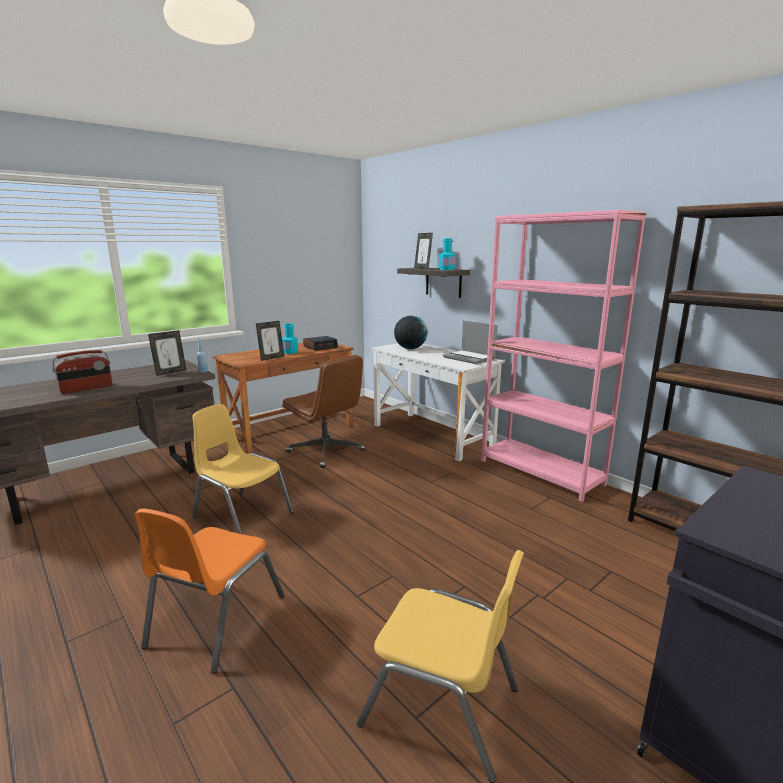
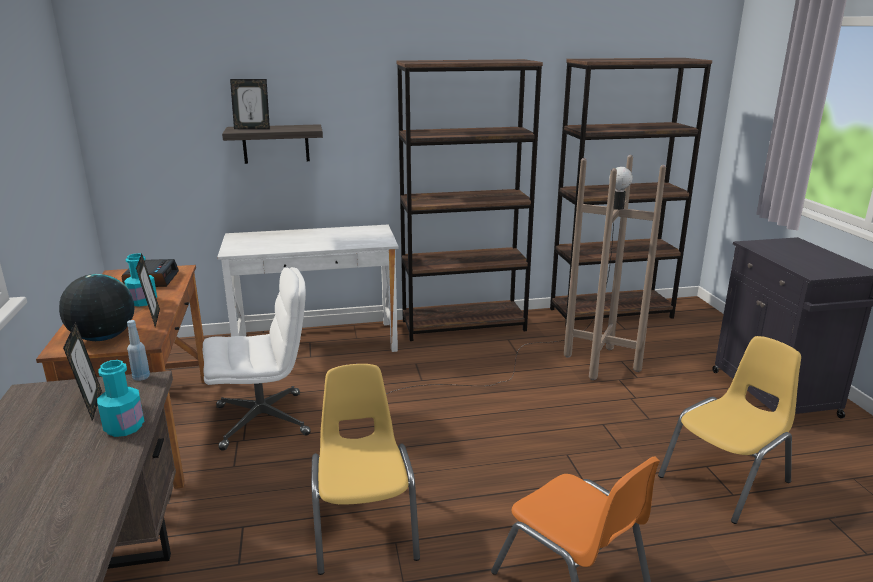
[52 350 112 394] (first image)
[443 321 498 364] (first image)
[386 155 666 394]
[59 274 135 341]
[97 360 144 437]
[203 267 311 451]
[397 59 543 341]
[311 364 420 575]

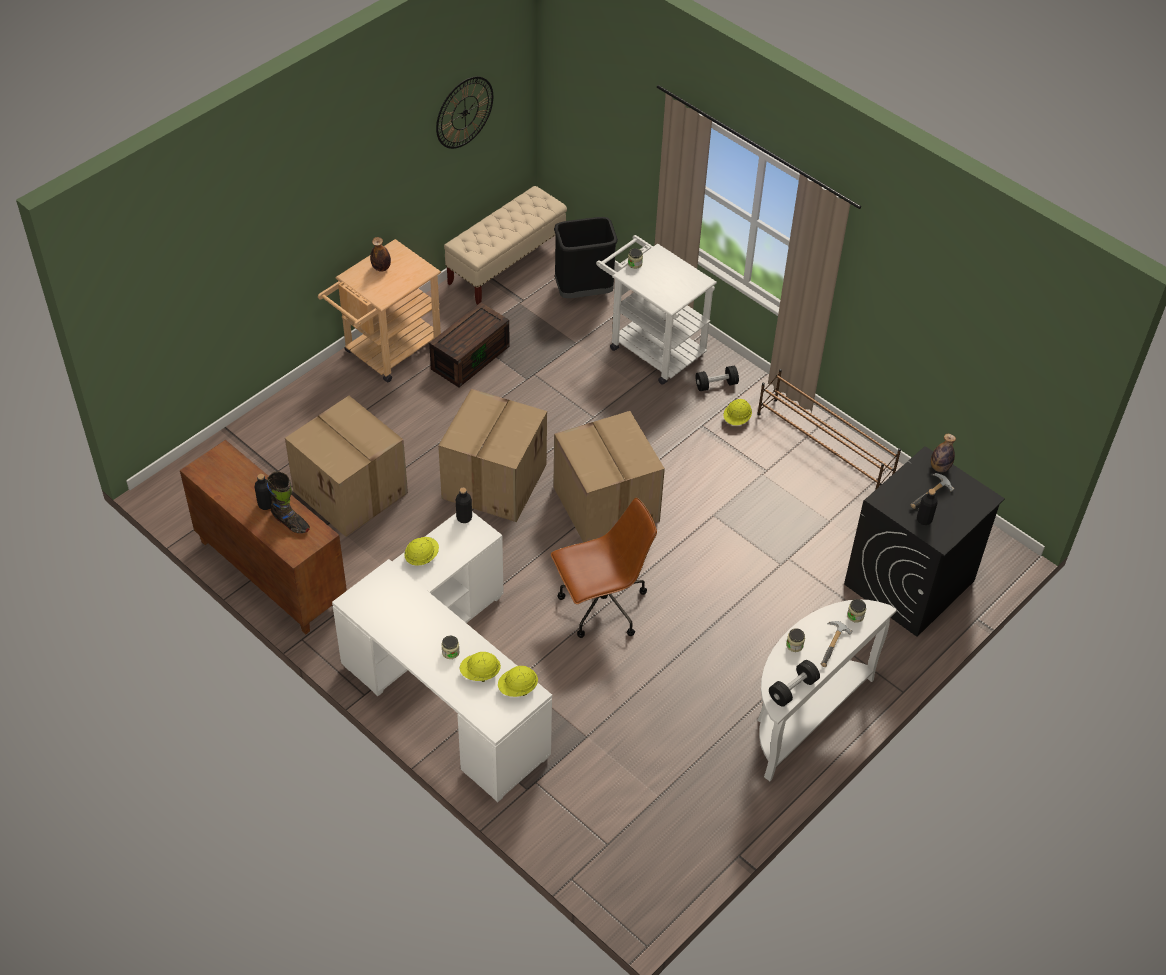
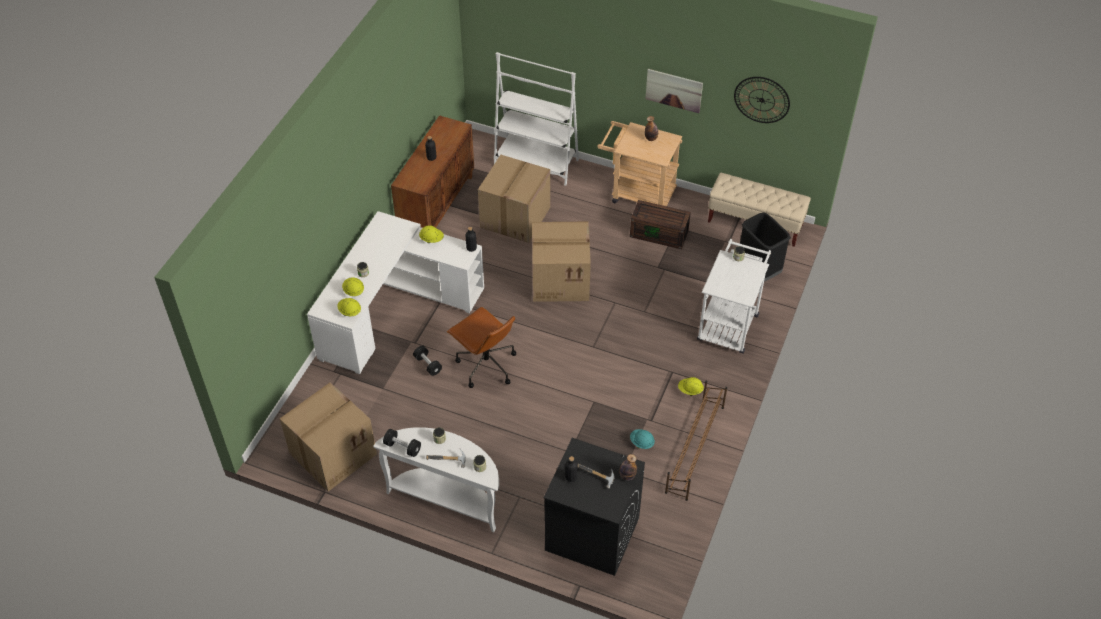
[267 471 310 534] (first image)
[494 52 579 186]
[630 429 655 449]
[645 69 703 113]
[280 383 377 492]
[413 346 442 376]

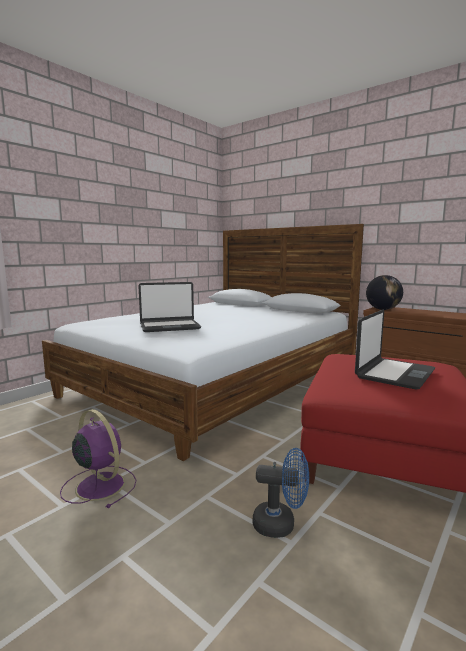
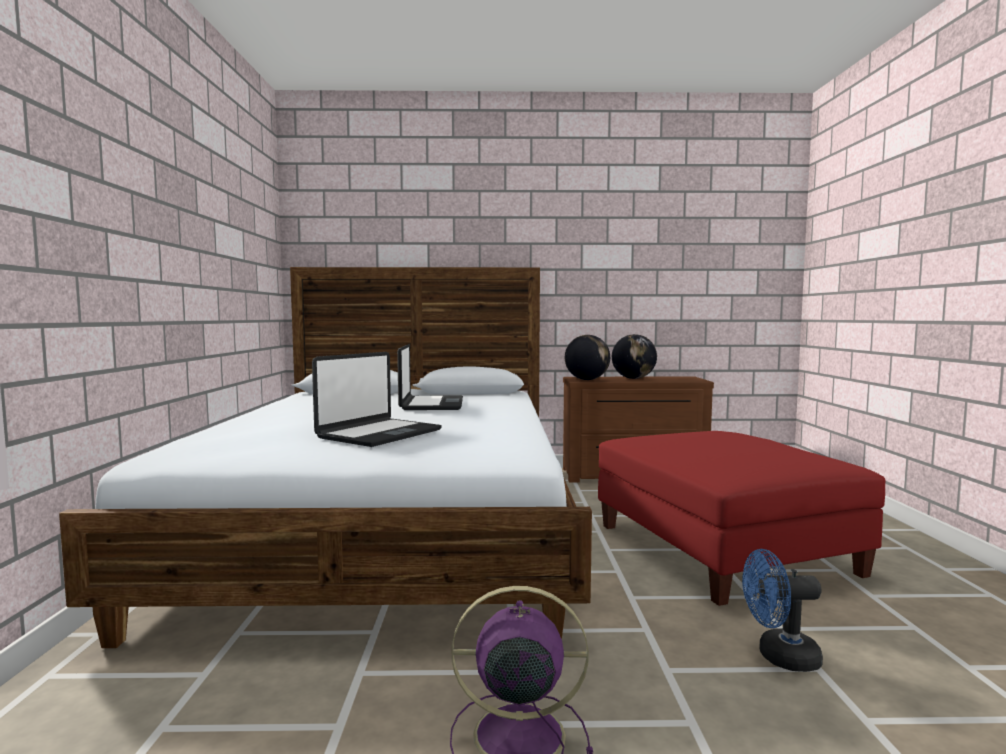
[612 334 657 379]
[397 344 463 410]
[742 549 823 672]

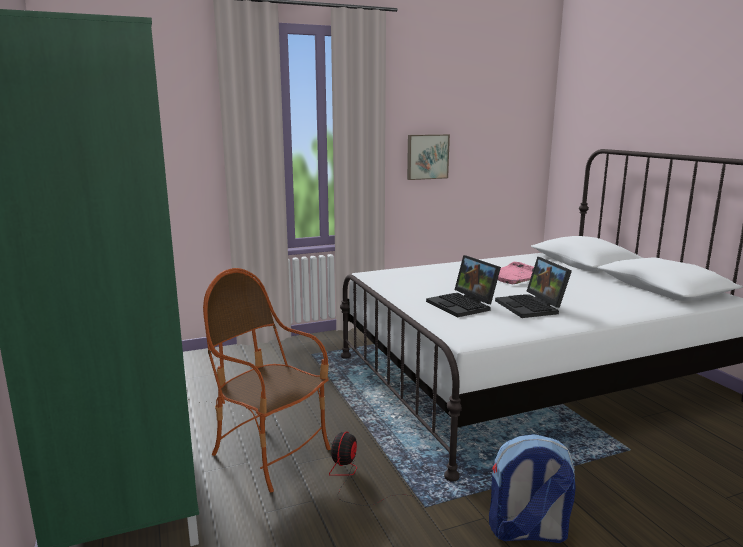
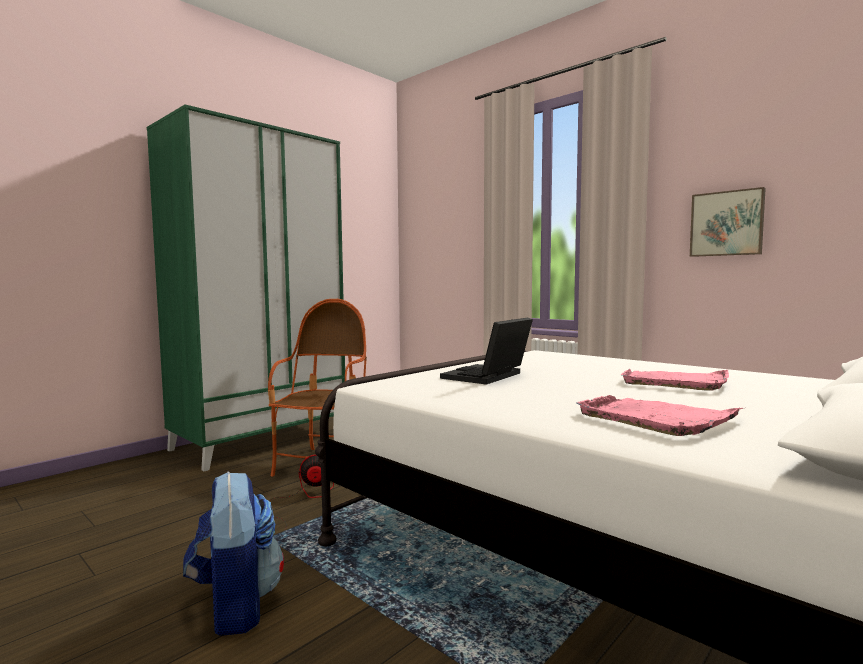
[495 257 572 318] (first image)
[576 395 743 436]

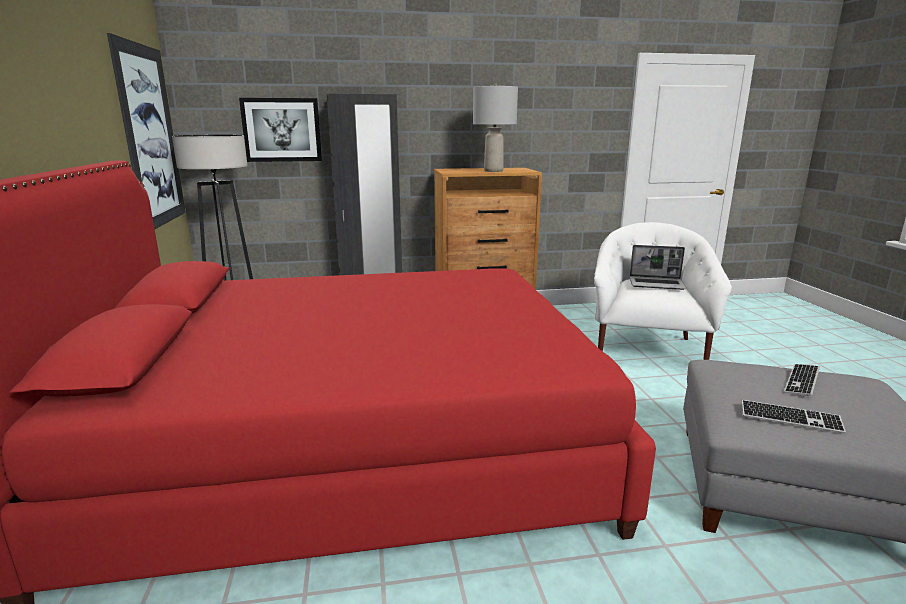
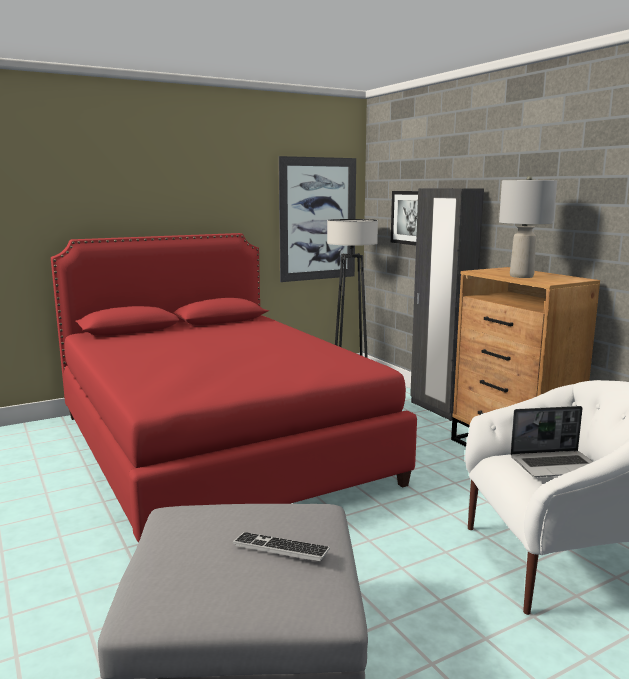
[741 400 846 433] (first image)
[510 406 593 477]

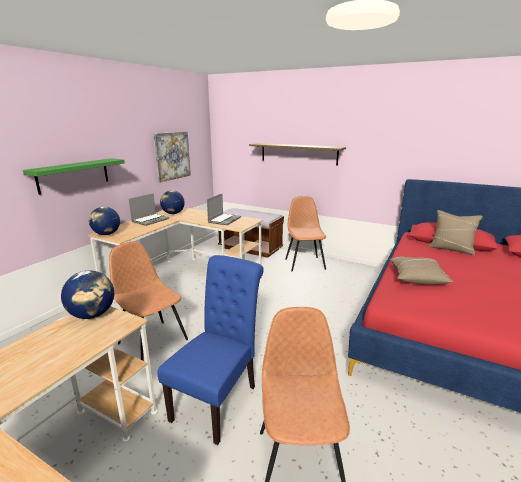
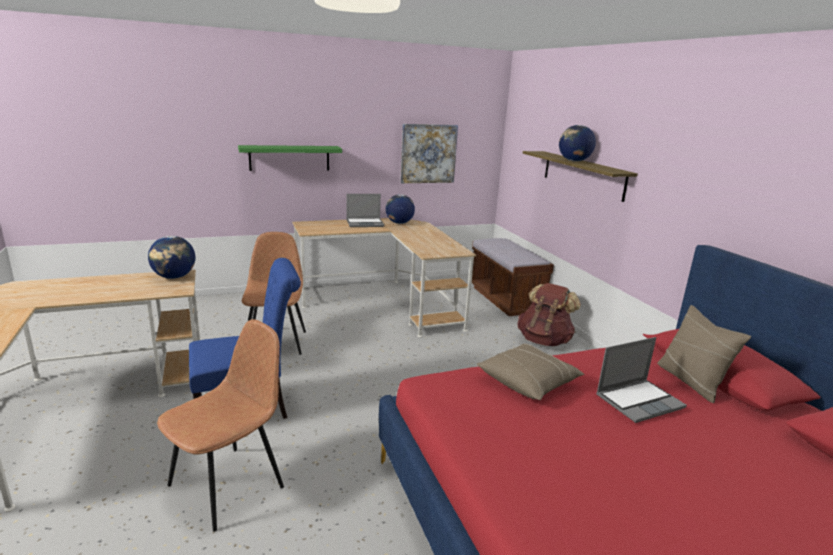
[559 125 596 162]
[596 337 687 423]
[518 283 581 346]

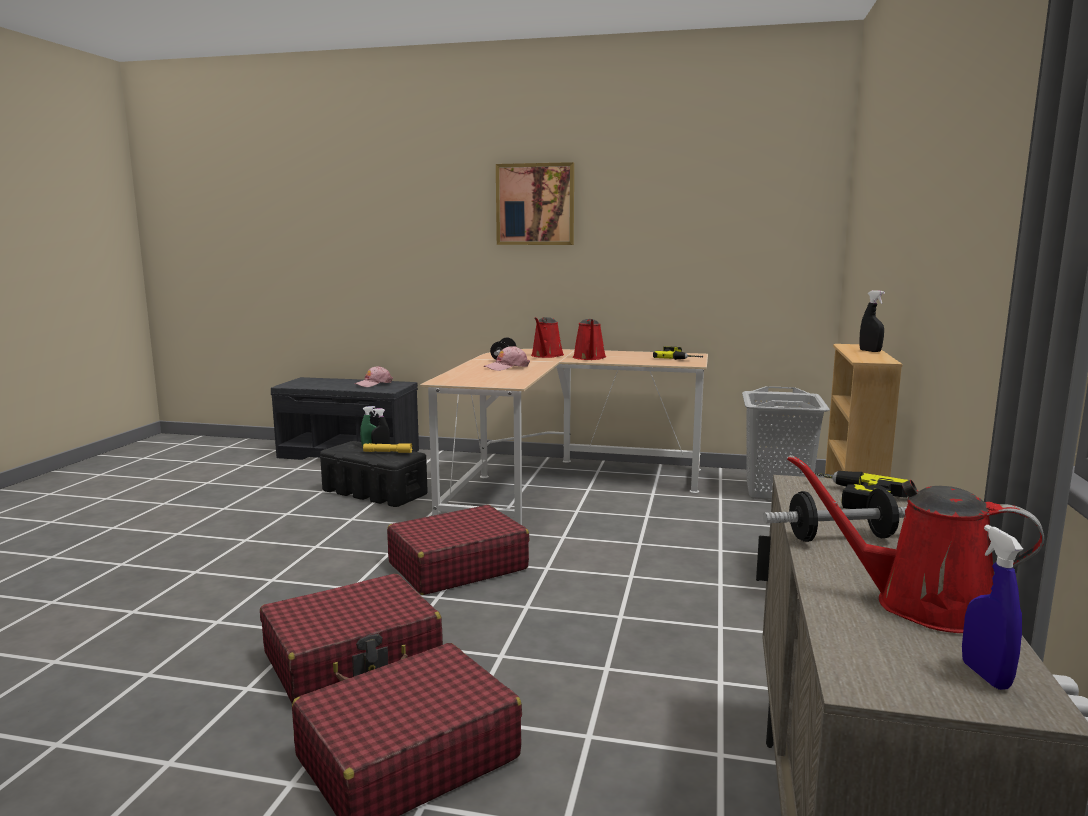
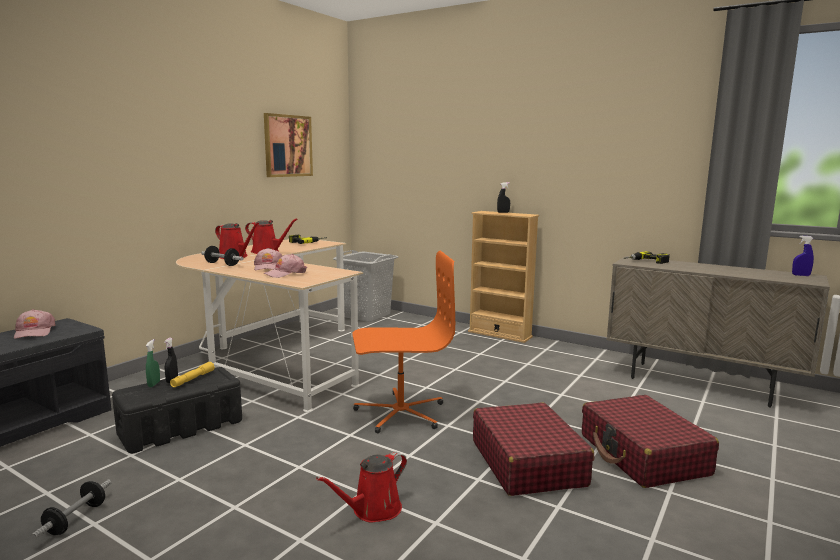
[263 254 307 278]
[264 113 313 177]
[31 479 112 540]
[316 452 407 523]
[352 251 455 433]

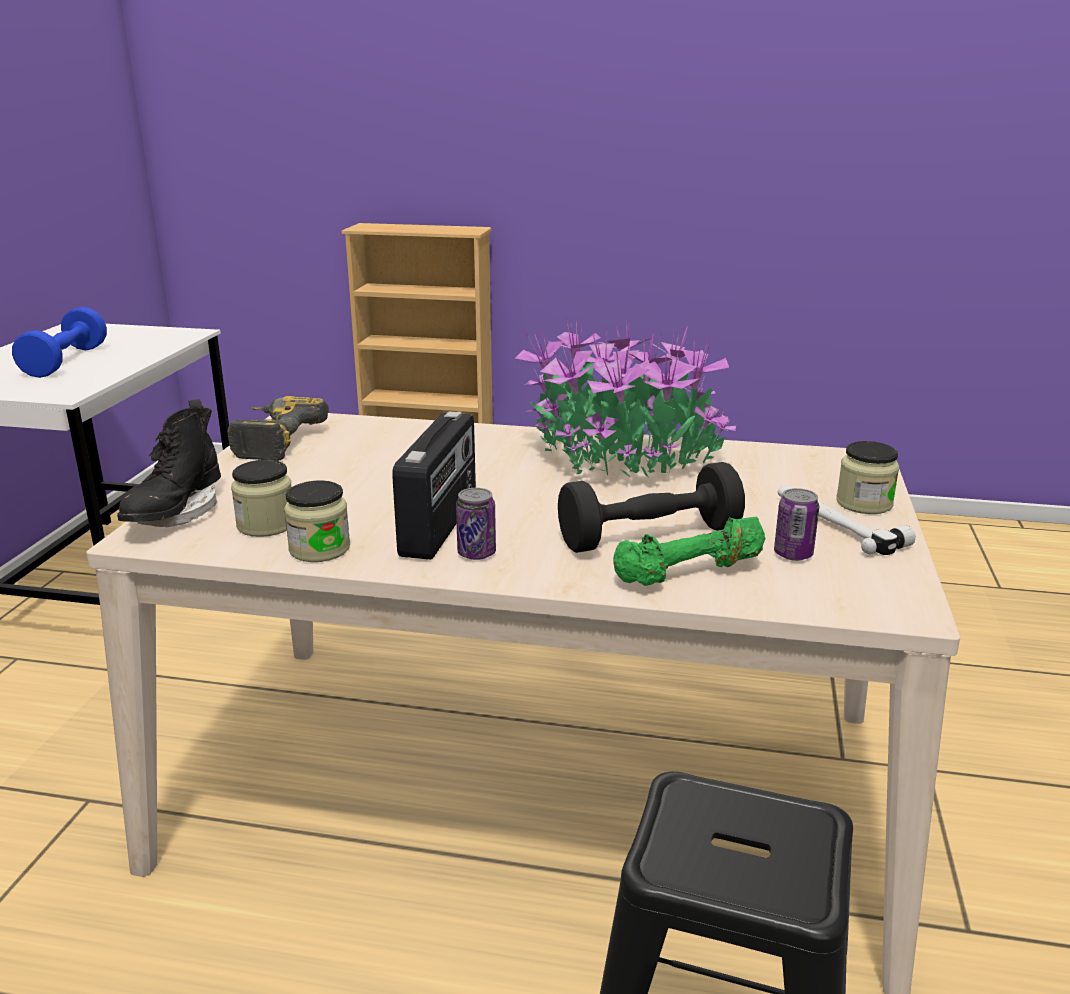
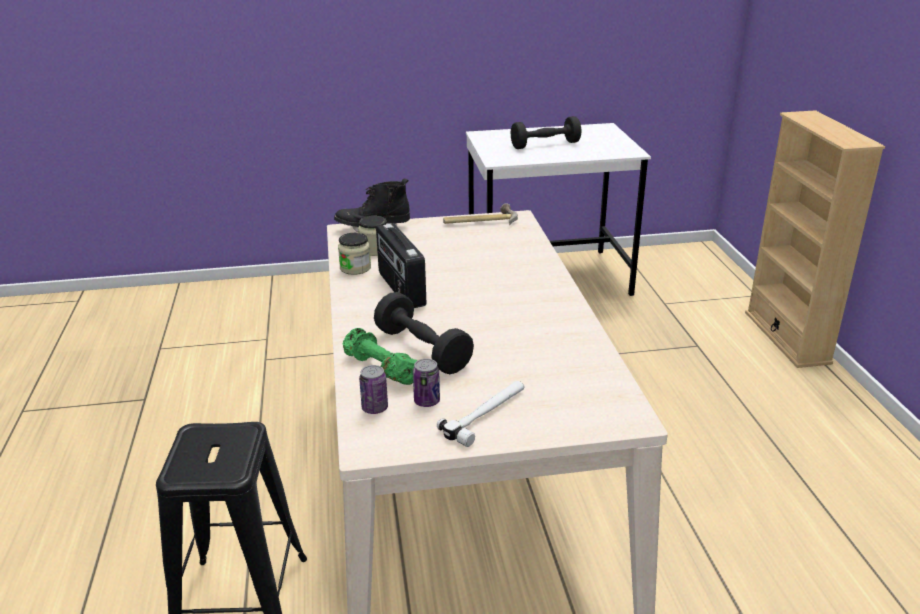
[515 317 736 477] (first image)
[836 441 899 514] (first image)
[359 365 388 414]
[443 203 518 226]
[511 116 581 149]
[376 223 426 308]

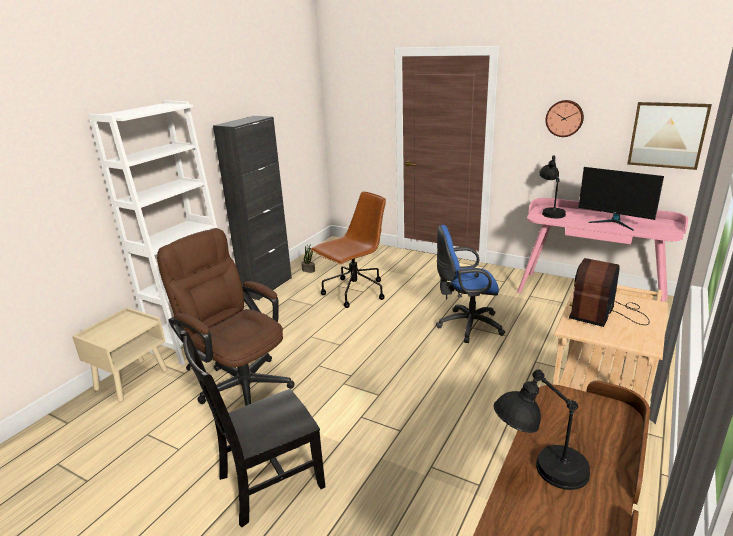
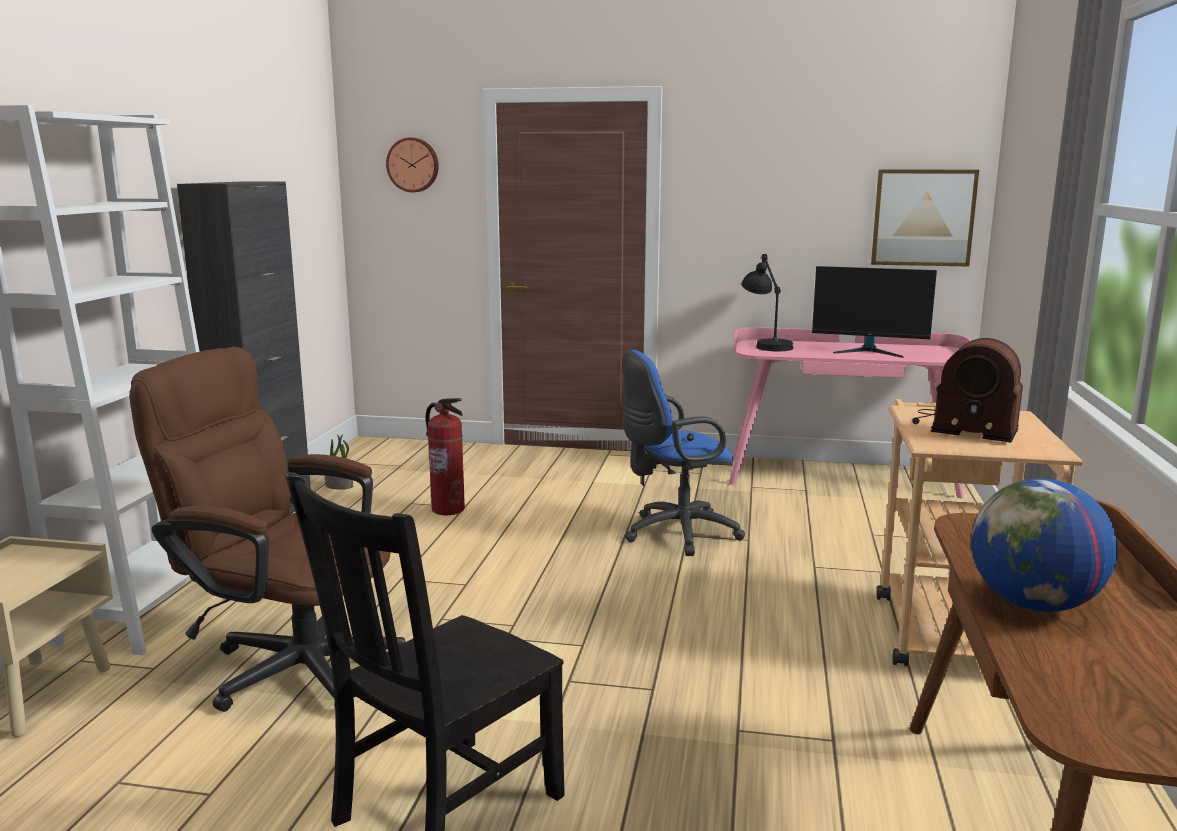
[386 138 439 192]
[426 398 465 515]
[971 479 1118 612]
[912 338 1023 442]

